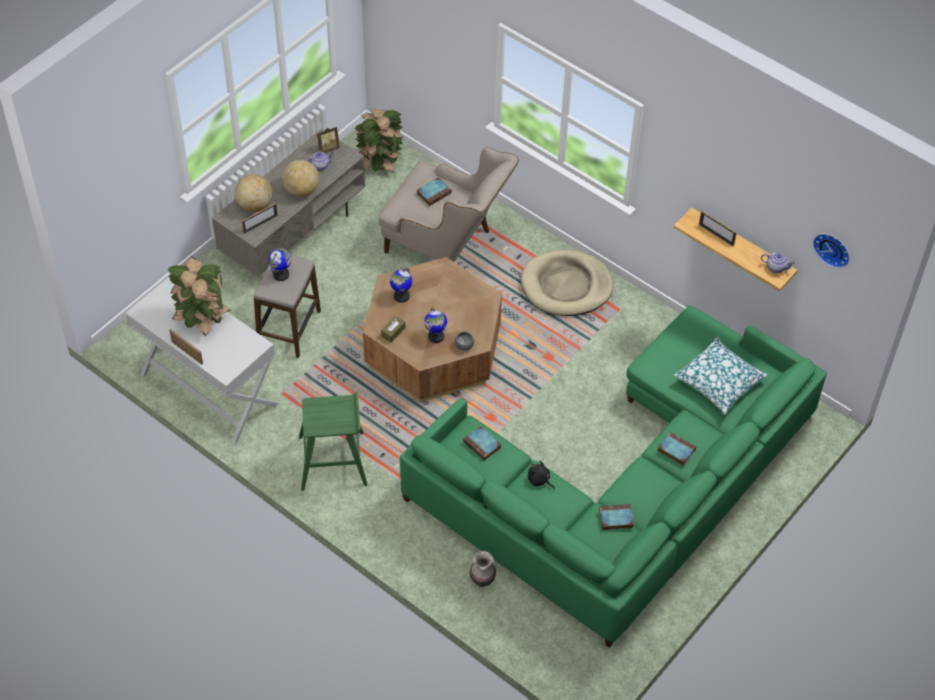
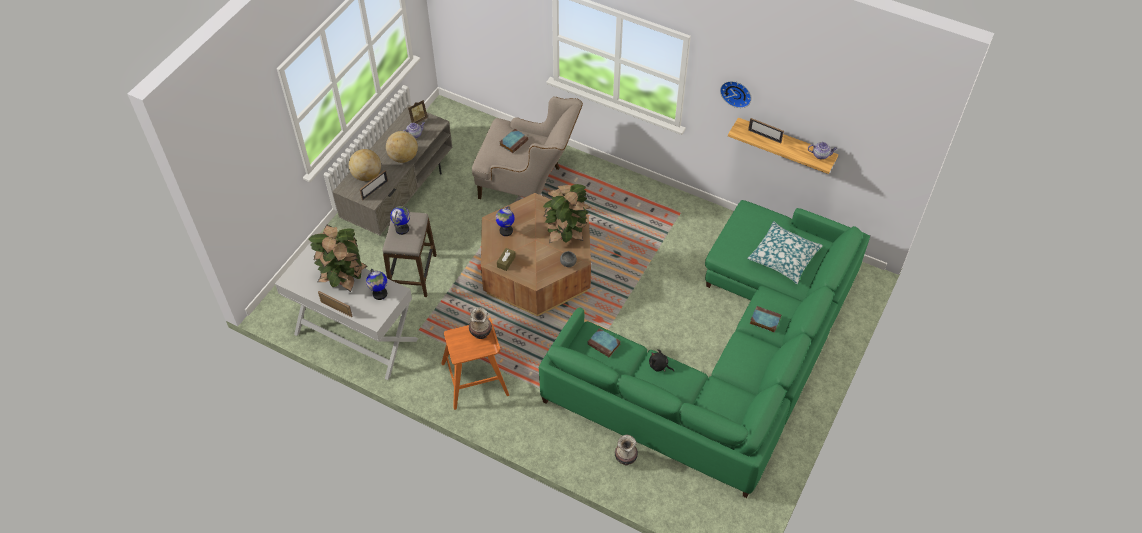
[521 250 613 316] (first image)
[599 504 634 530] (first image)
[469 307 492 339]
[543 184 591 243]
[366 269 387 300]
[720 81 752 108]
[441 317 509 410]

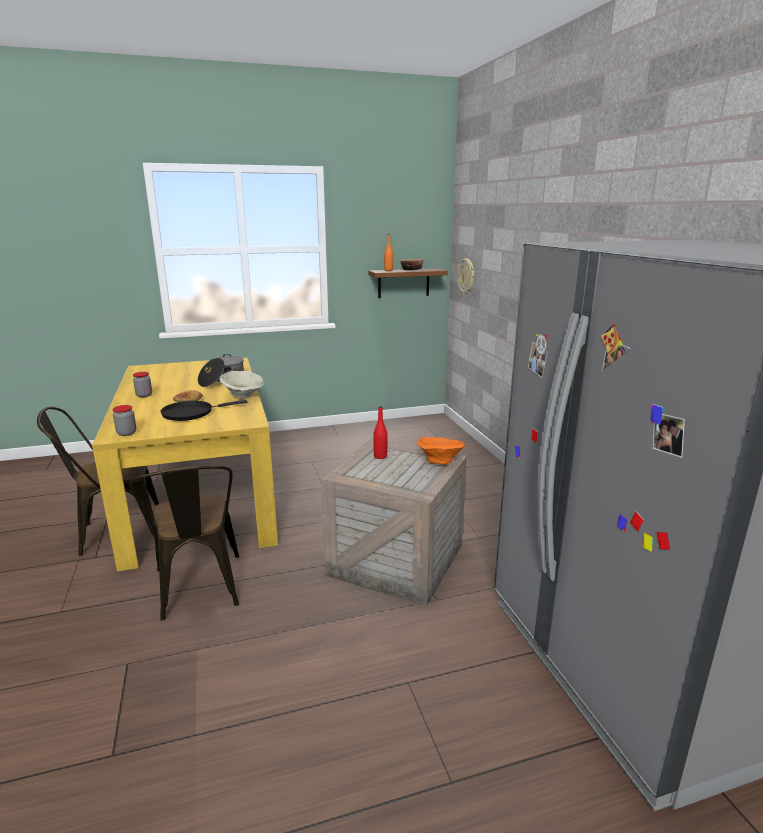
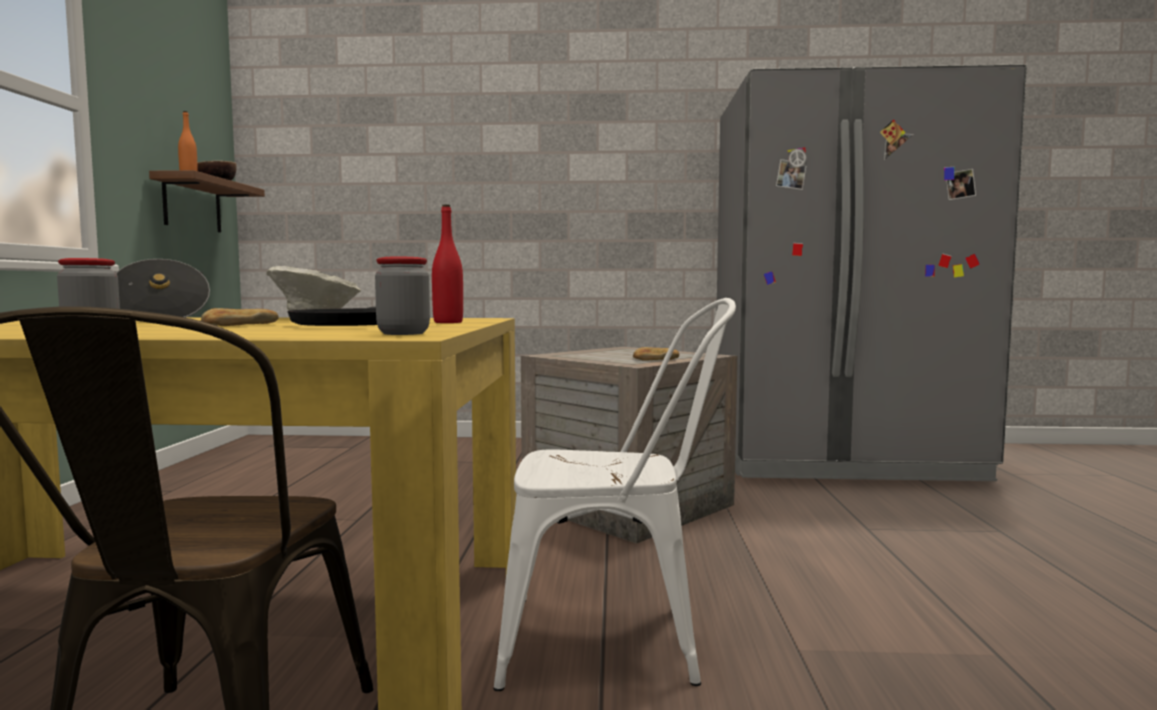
[417 437 465 465] (first image)
[457 259 474 295] (first image)
[633 347 679 361]
[432 205 463 323]
[493 298 736 691]

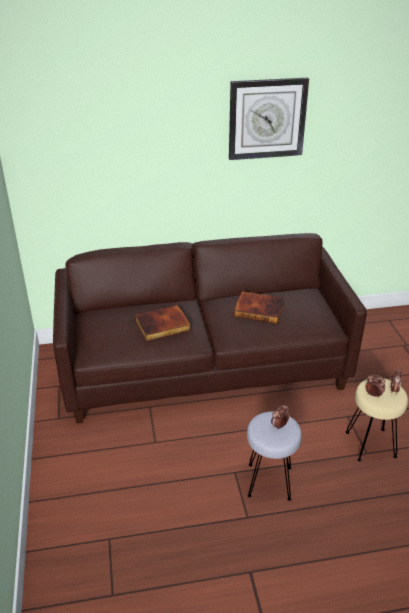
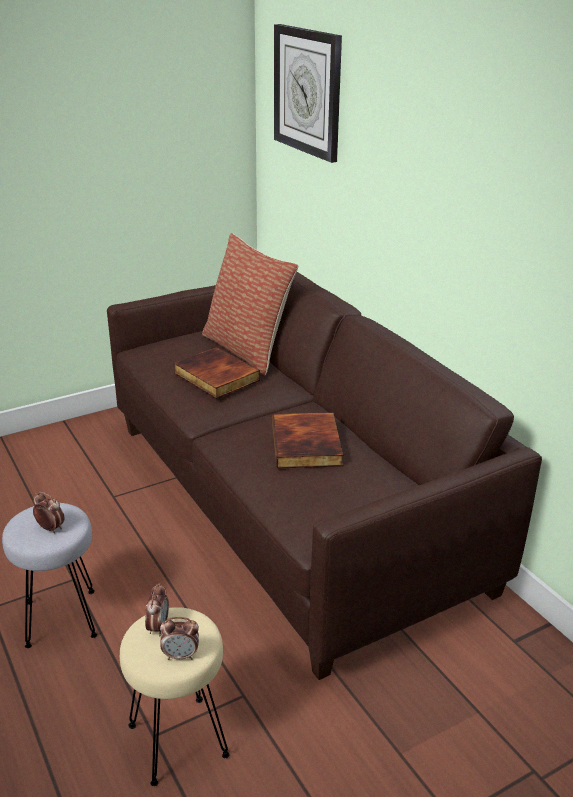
[202 233 298 375]
[274 24 342 163]

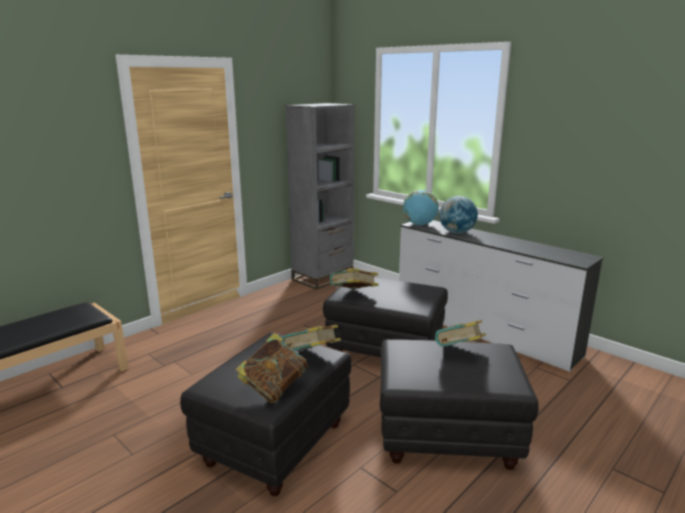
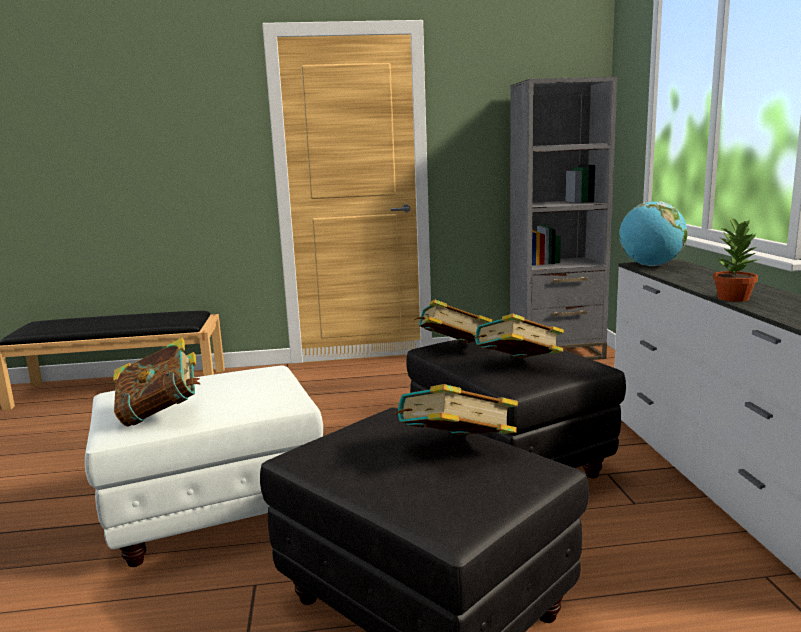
[439 196 478 233] (first image)
[713 216 758 302]
[474 314 564 358]
[85 366 323 567]

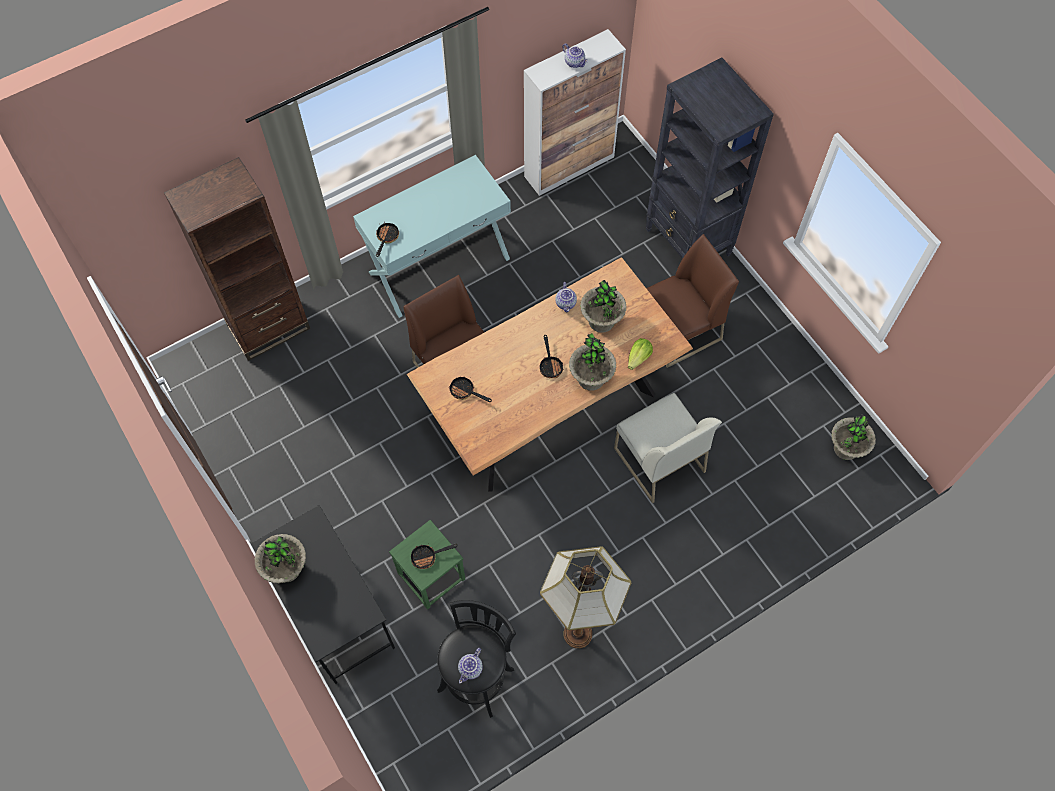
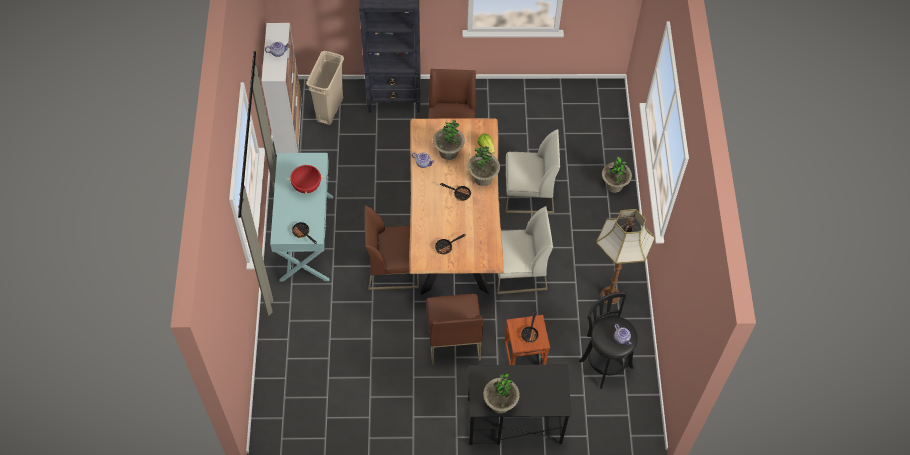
[164 157 310 361] (first image)
[287 162 325 194]
[306 51 344 125]
[426 294 483 365]
[497 206 553 294]
[602 156 632 193]
[505 315 550 365]

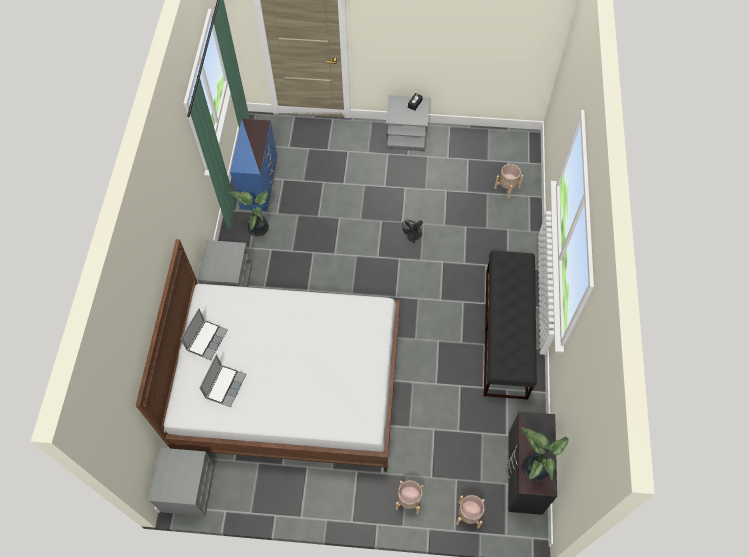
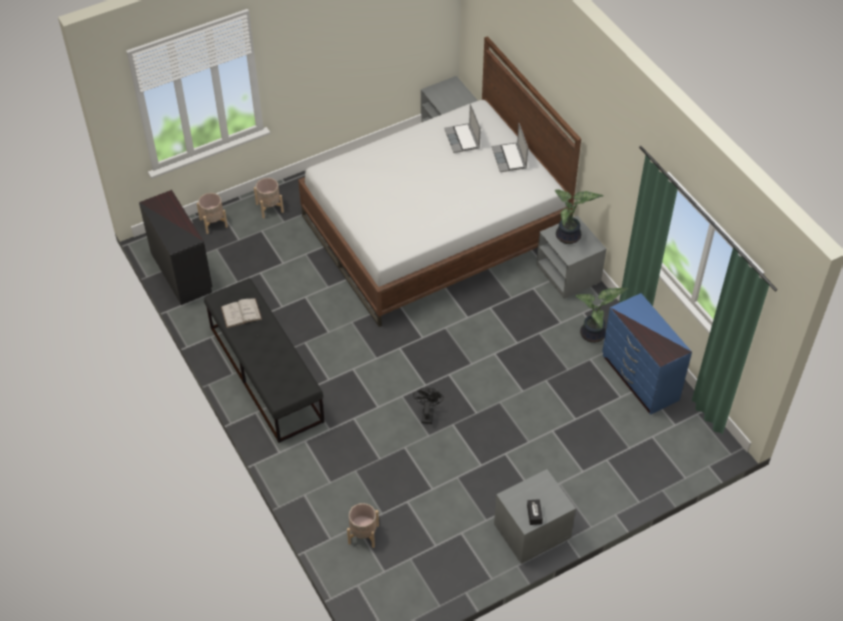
[221 298 262 328]
[554 189 604 244]

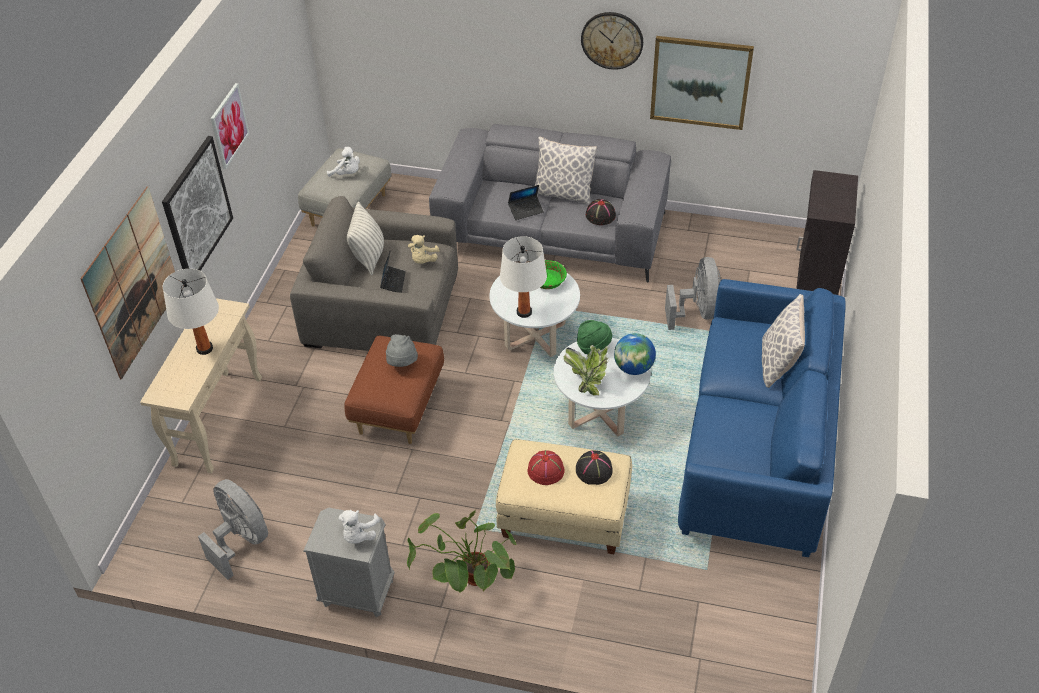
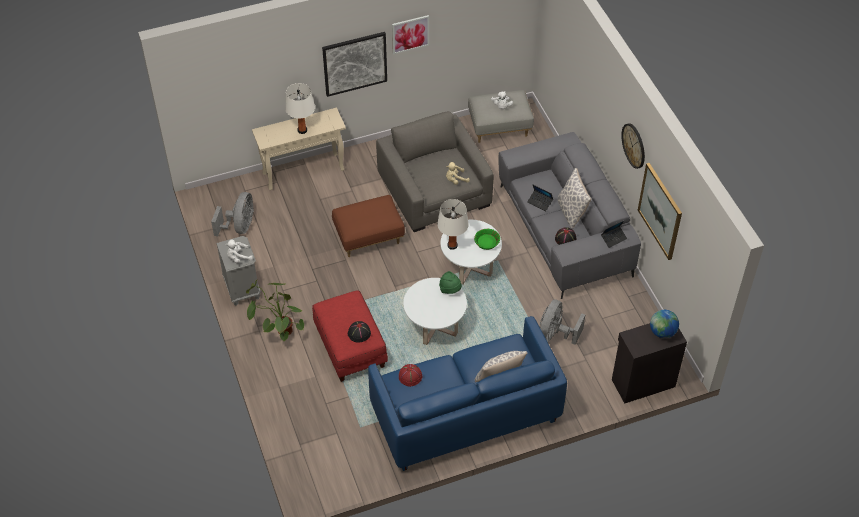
[80 186 175 380] (first image)
[347 201 384 275] (first image)
[386 334 418 367] (first image)
[564 345 608 396] (first image)
[601 221 627 248]
[399 364 423 387]
[650 310 679 338]
[312 290 388 382]
[540 299 585 345]

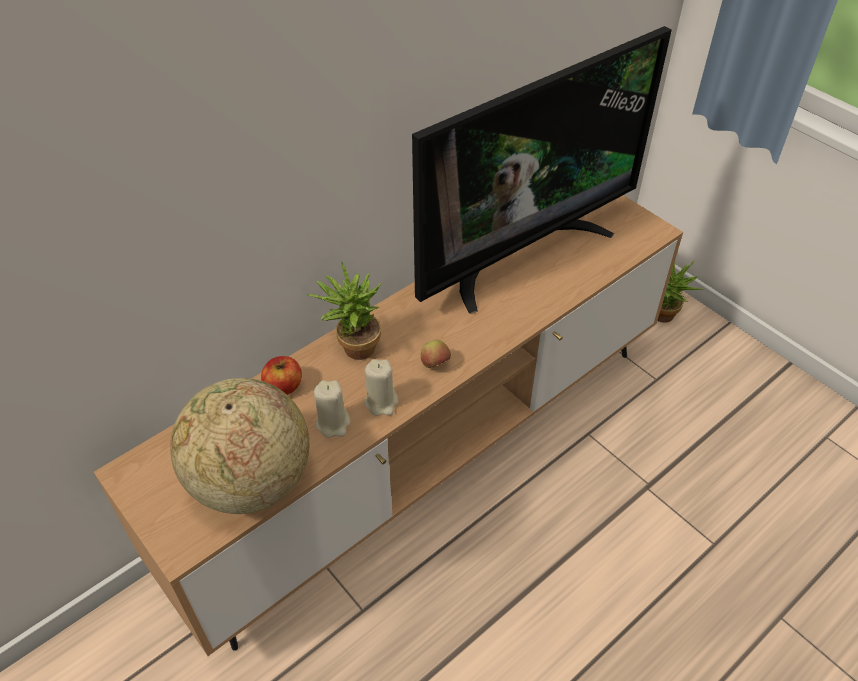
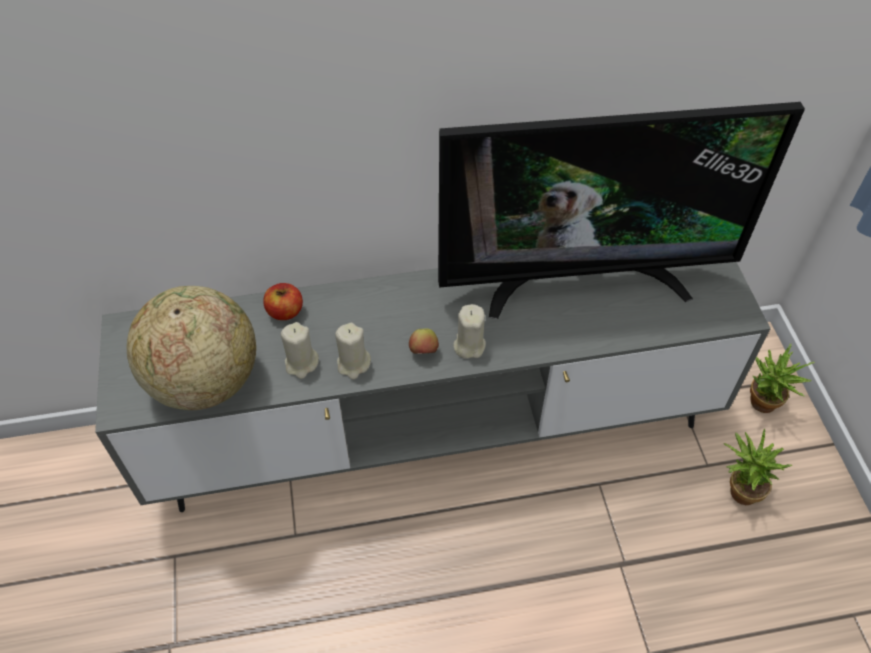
[453 304 486 359]
[724 428 793 505]
[95 262 771 512]

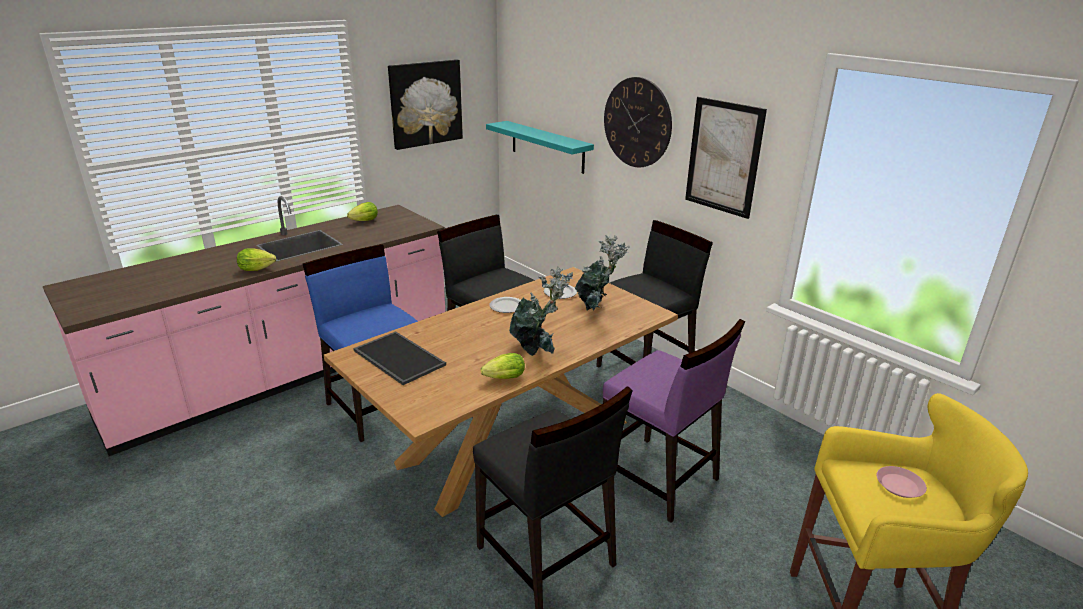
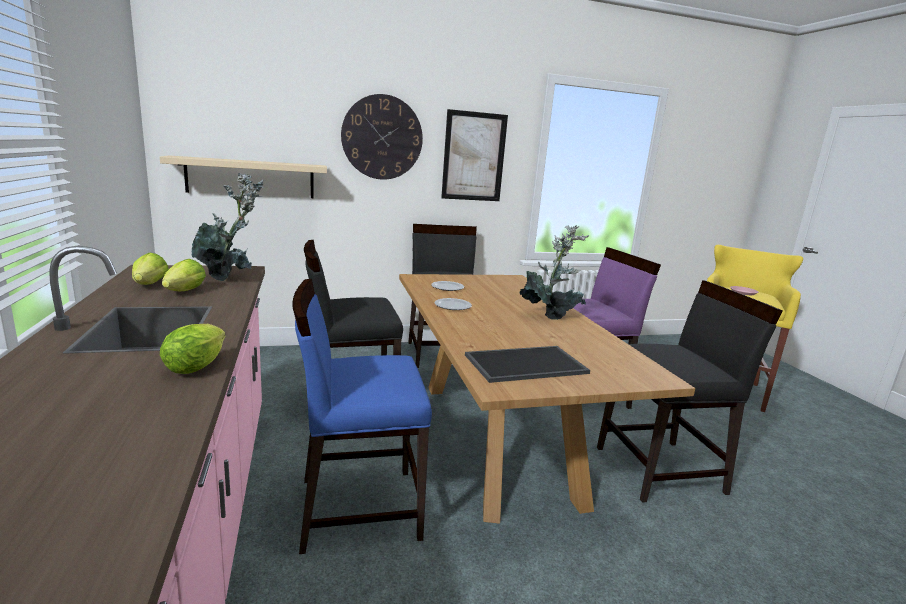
[388 59 463 150] (first image)
[162 259 206 291]
[192 173 264 281]
[160 155 327 198]

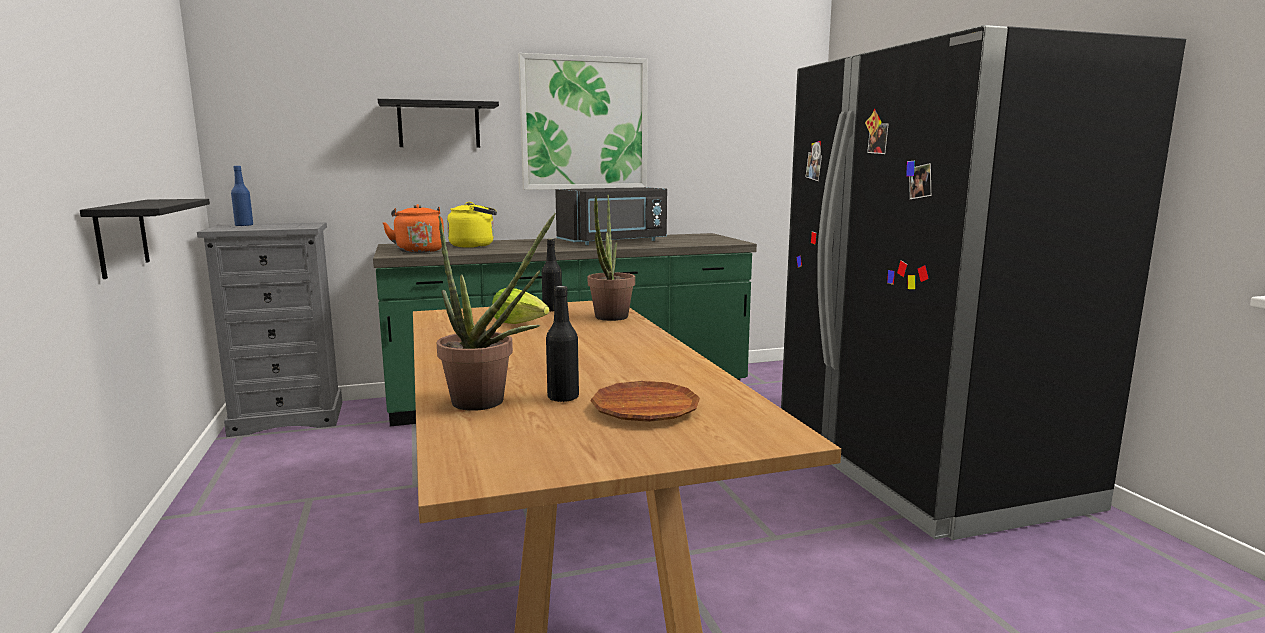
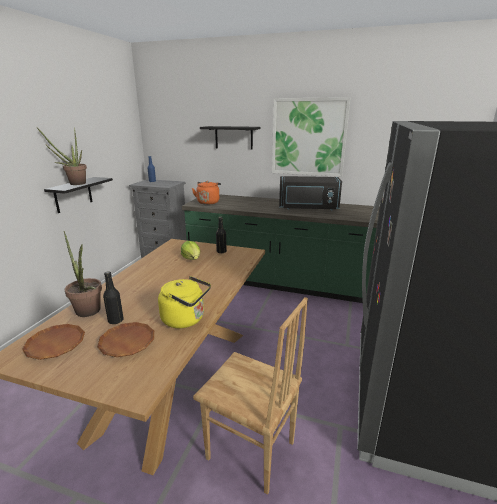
[22 324 85 360]
[193 297 308 495]
[158 276 211 328]
[37 128 87 185]

